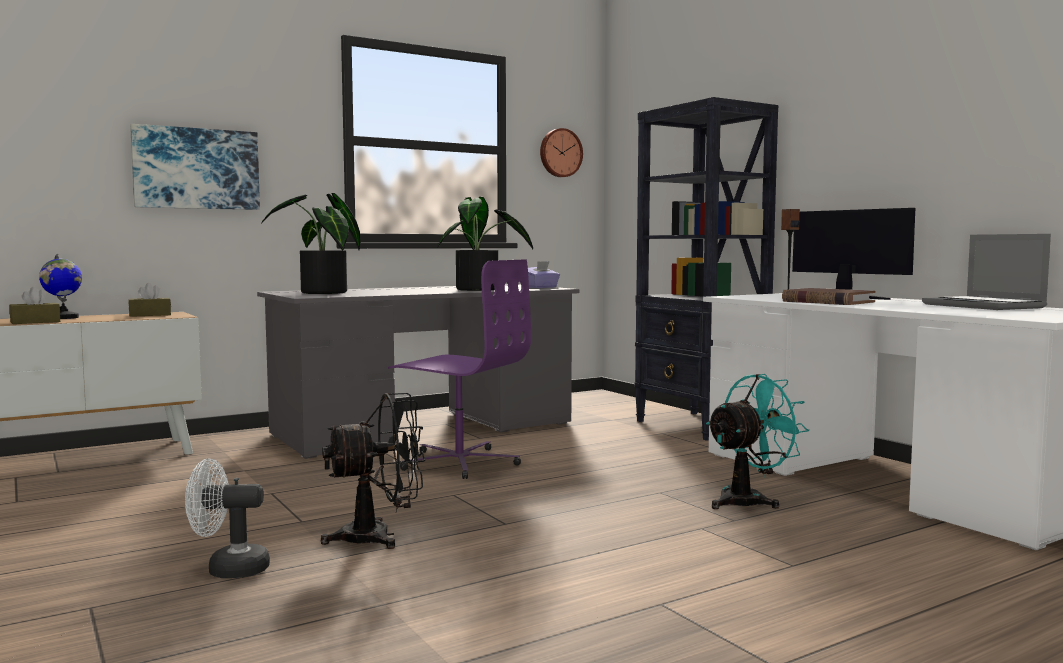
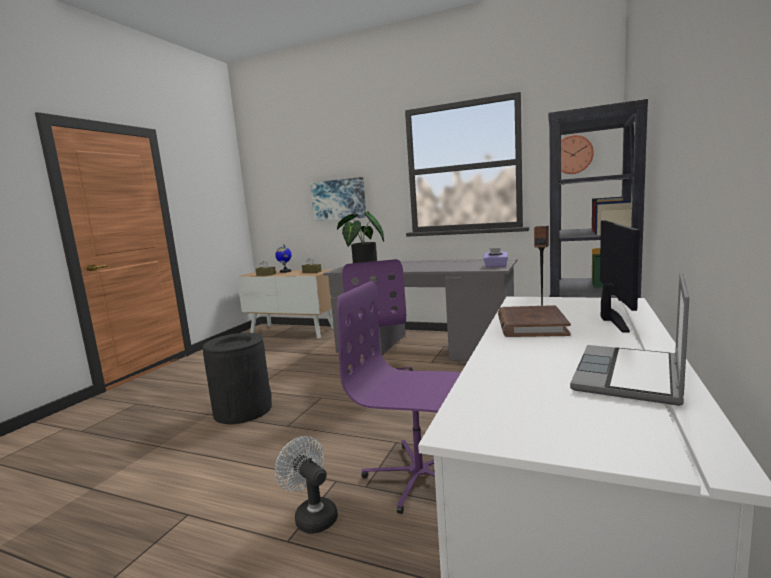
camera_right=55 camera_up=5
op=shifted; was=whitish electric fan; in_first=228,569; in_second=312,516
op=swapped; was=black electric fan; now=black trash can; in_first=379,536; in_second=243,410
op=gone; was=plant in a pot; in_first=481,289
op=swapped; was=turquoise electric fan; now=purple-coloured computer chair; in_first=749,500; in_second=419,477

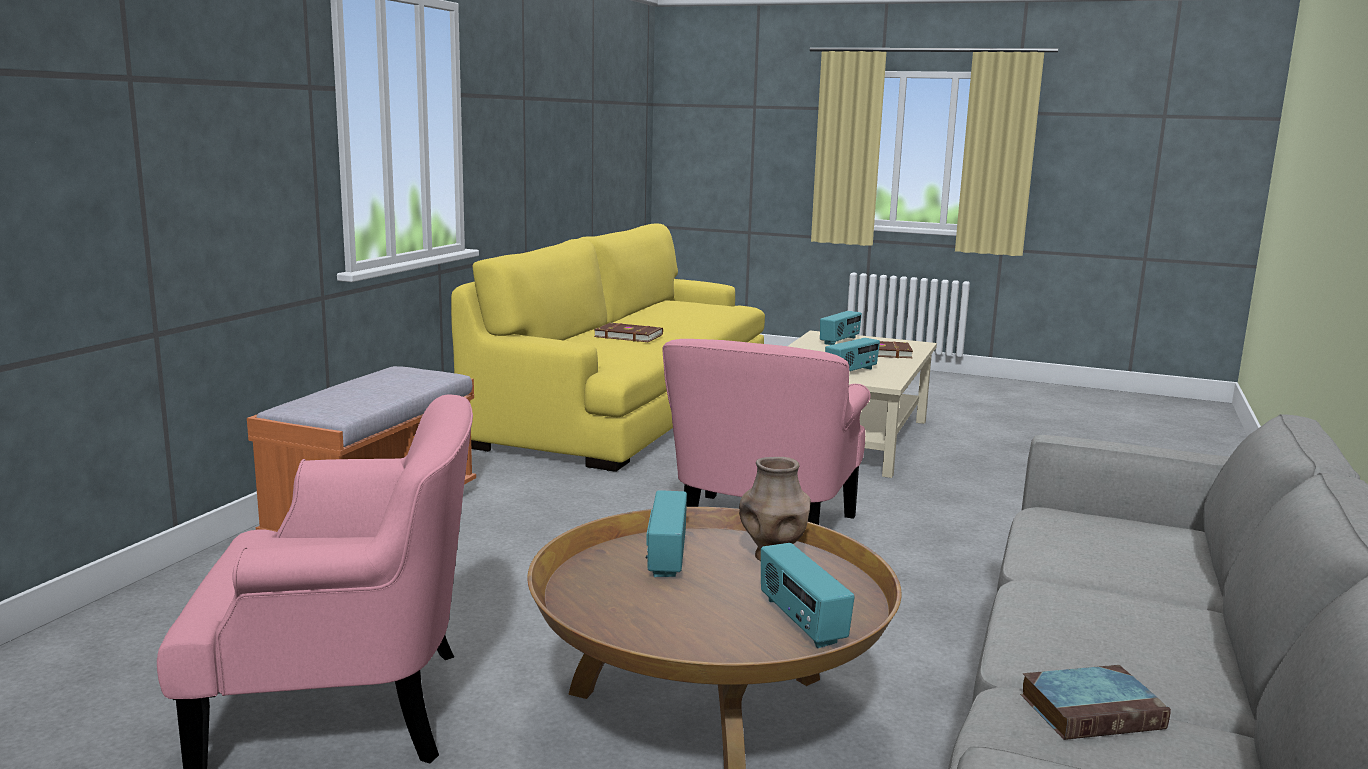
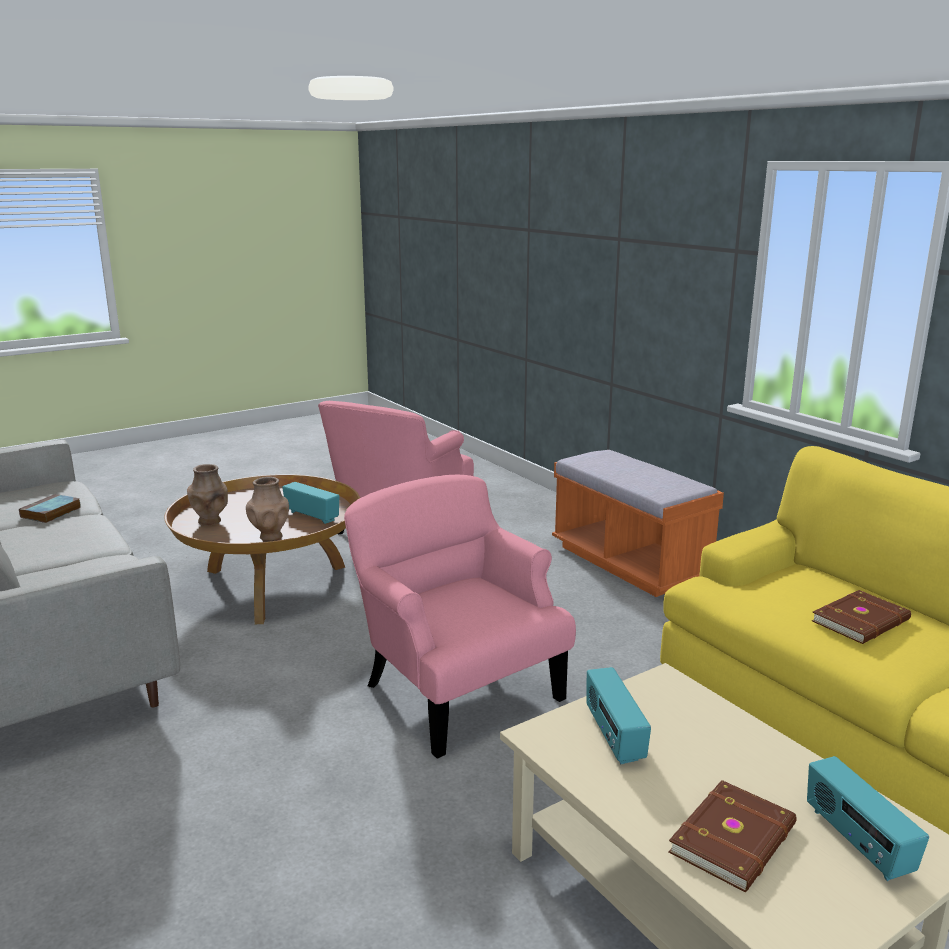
camera_right=125 camera_up=5
op=swapped; was=radio; now=brown-coloured decorative vase; in_first=801,622; in_second=210,521

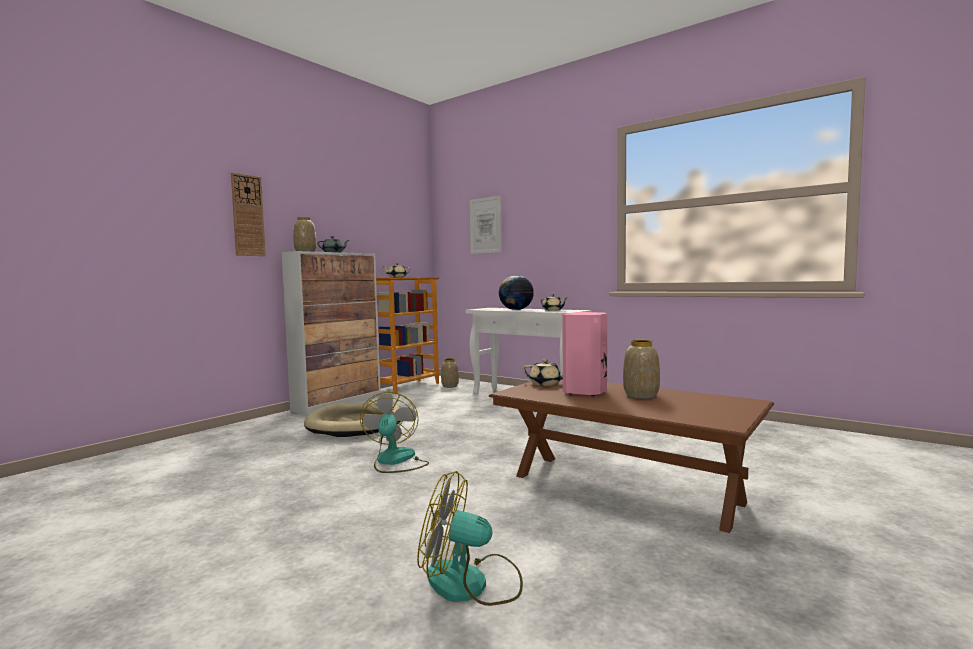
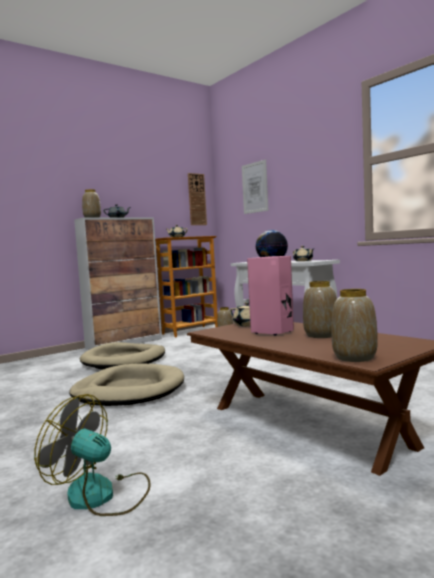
camera_right=15 camera_up=0
op=shifted; was=hanging clock; in_first=248,215; in_second=197,199
op=swapped; was=electric fan; now=beige dog cushion; in_first=395,461; in_second=128,390
op=new; now=decorative vase; in_second=354,357

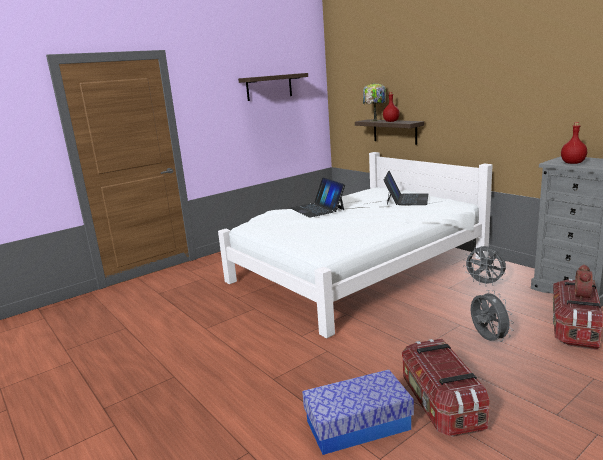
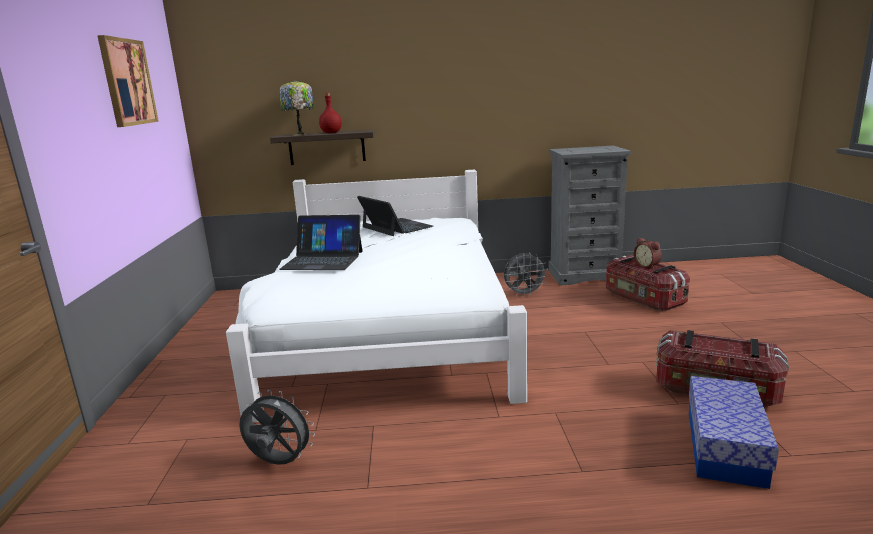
camera_right=-55 camera_up=0
op=swapped; was=wall shelf; now=picture; in_first=269,87; in_second=127,82
op=shifted; was=grey electric fan; in_first=487,339; in_second=278,463
op=gone; was=reddish beverage bottle; in_first=573,163

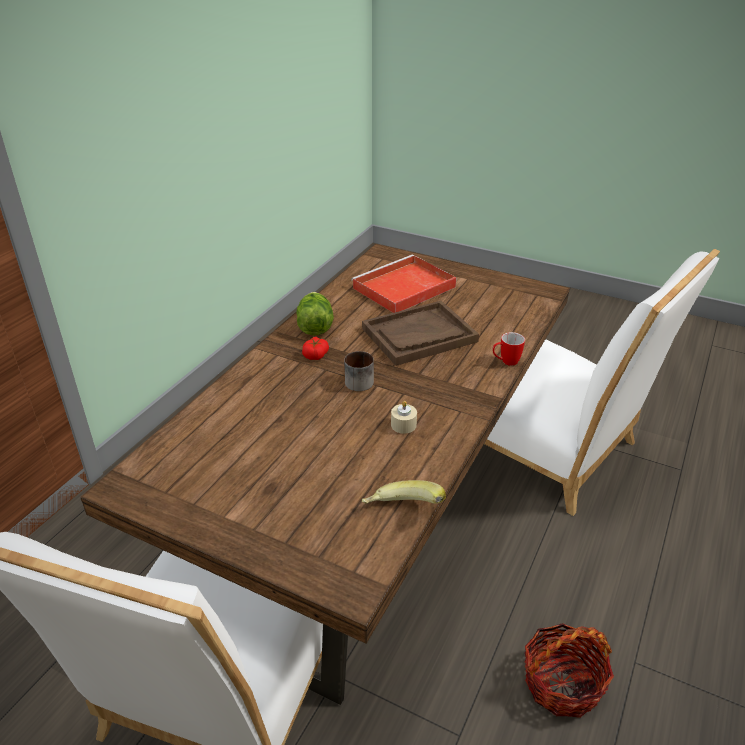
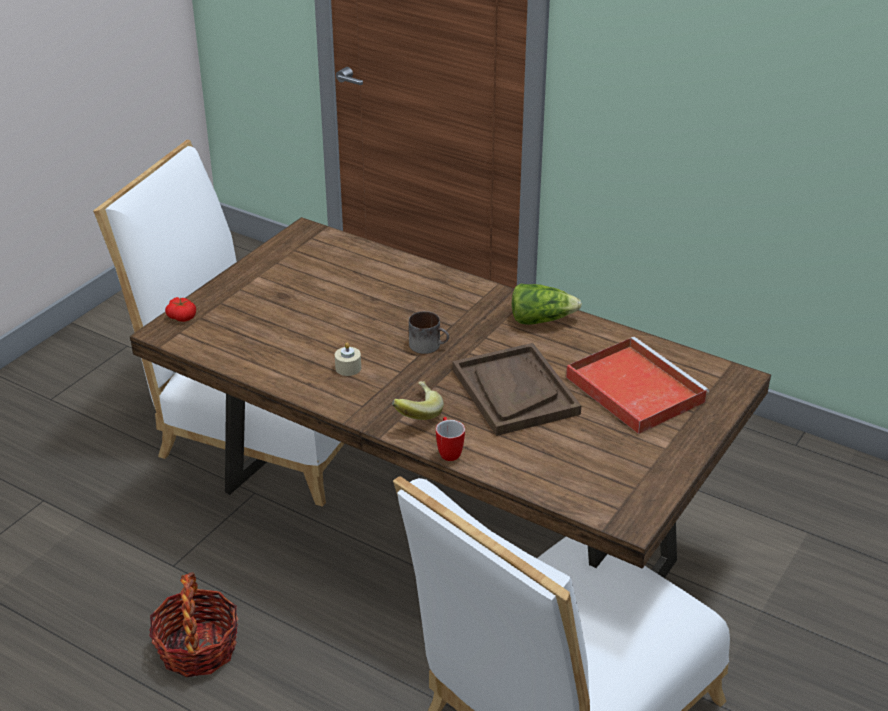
camera_right=95 camera_up=0
op=shifted; was=whole tomato; in_first=315,355; in_second=182,316
op=shifted; was=whole banana; in_first=402,512; in_second=415,413

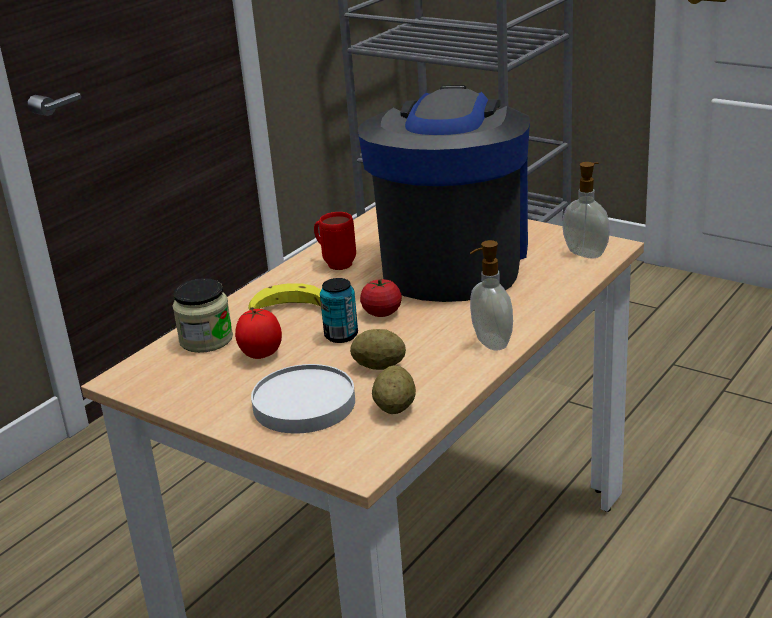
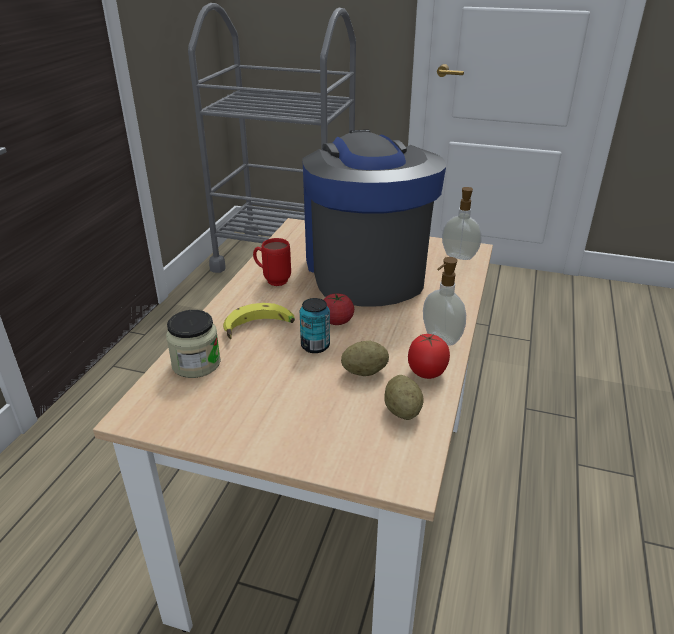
camera_right=-20 camera_up=5
op=shifted; was=whole tomato; in_first=260,355; in_second=426,374
op=gone; was=whitish plate; in_first=304,404

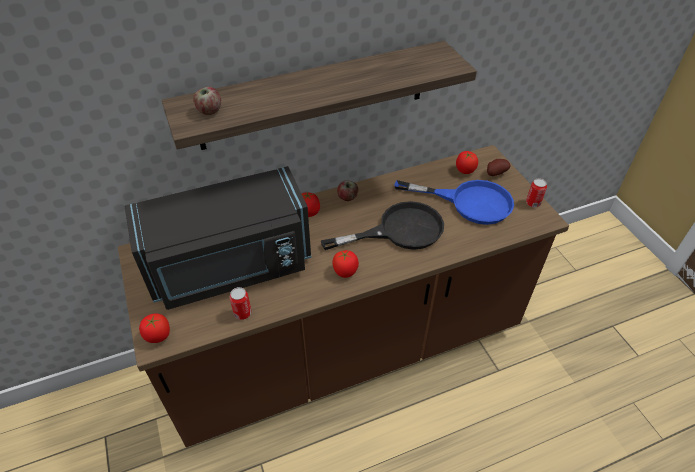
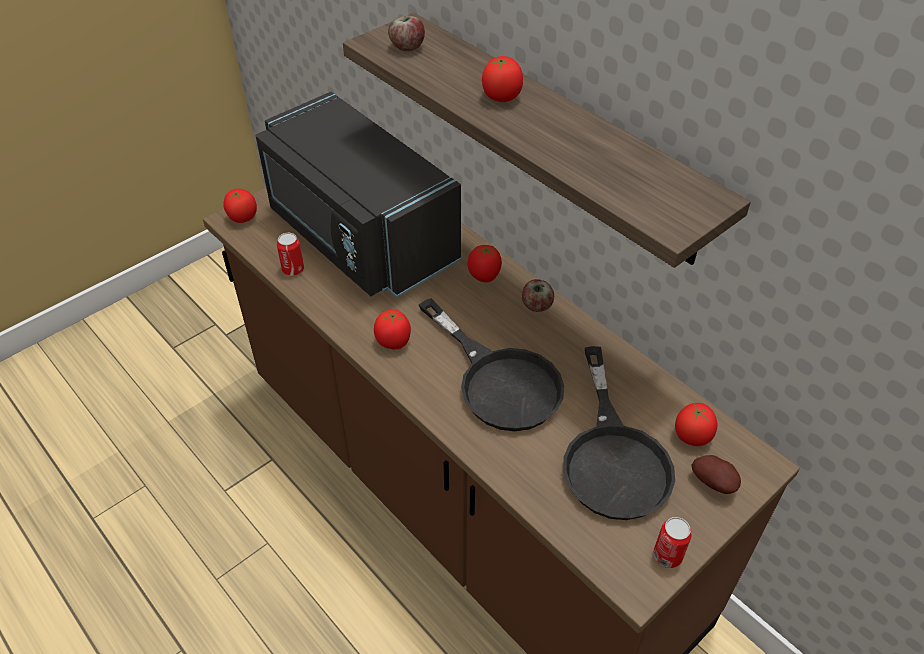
camera_right=70 camera_up=0
op=repainted; was=blue-coloured skillet; now=black skillet; in_first=469,202; in_second=613,456
op=new; now=whole tomato; in_second=501,97

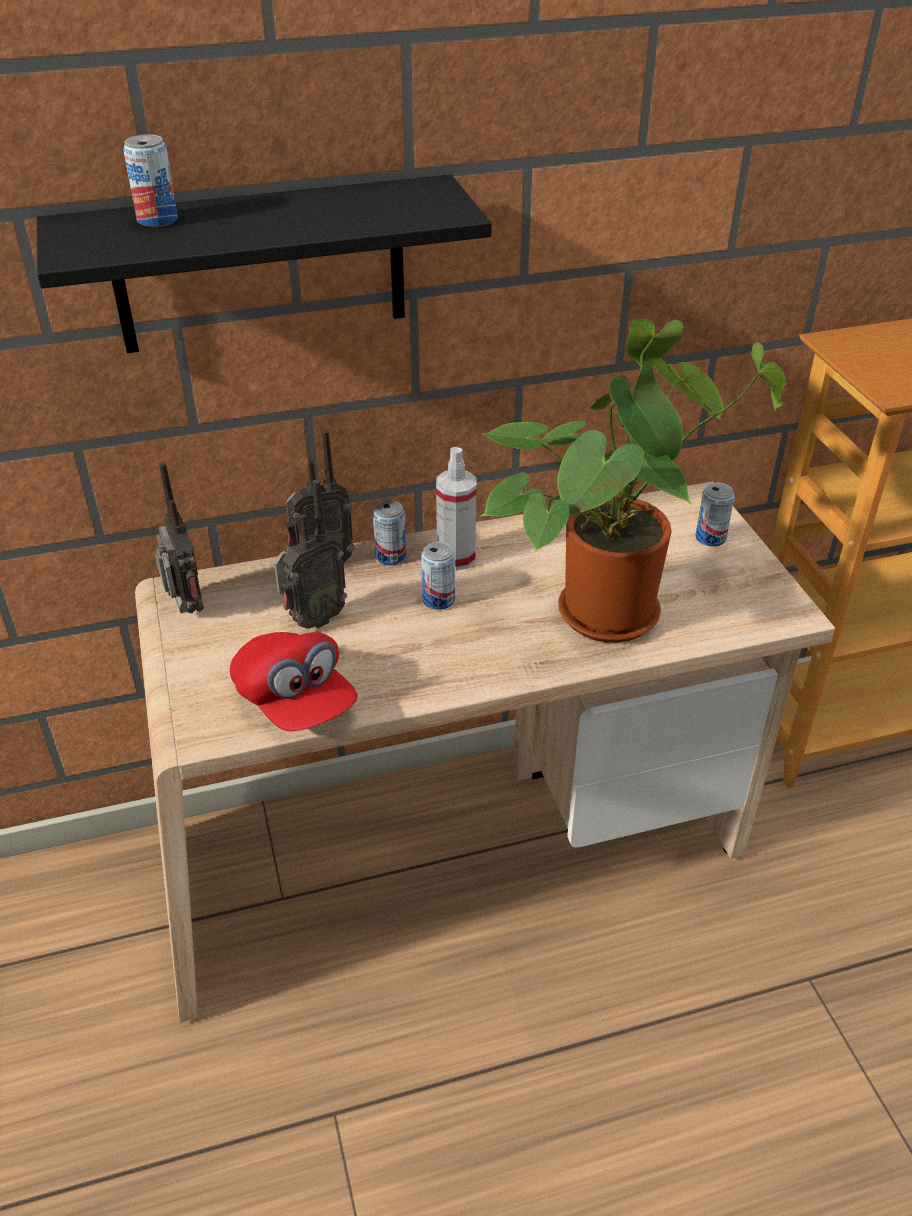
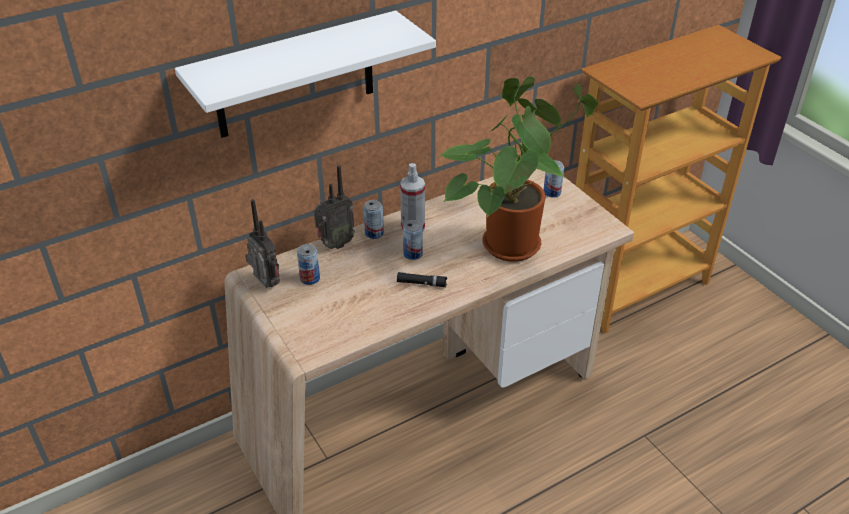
camera_right=-15 camera_up=0
op=repainted; was=black wall shelf; now=whitish wall shelf; in_first=261,266; in_second=295,76
op=shifted; was=sealed can; in_first=157,220; in_second=310,278
op=gone; was=reddish peaked cap; in_first=295,701
op=gone; was=radio; in_first=312,620
op=new; now=black flashlight; in_second=422,283

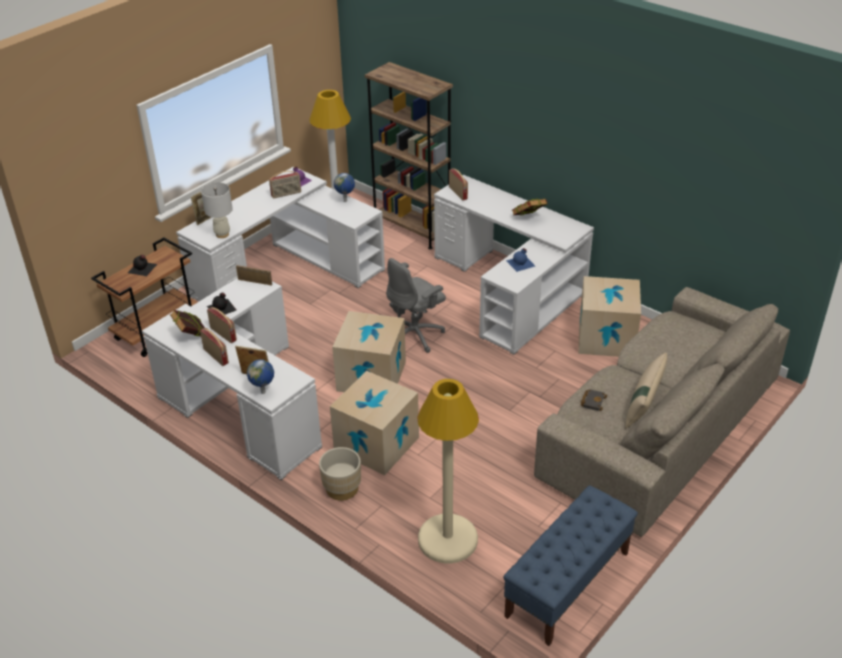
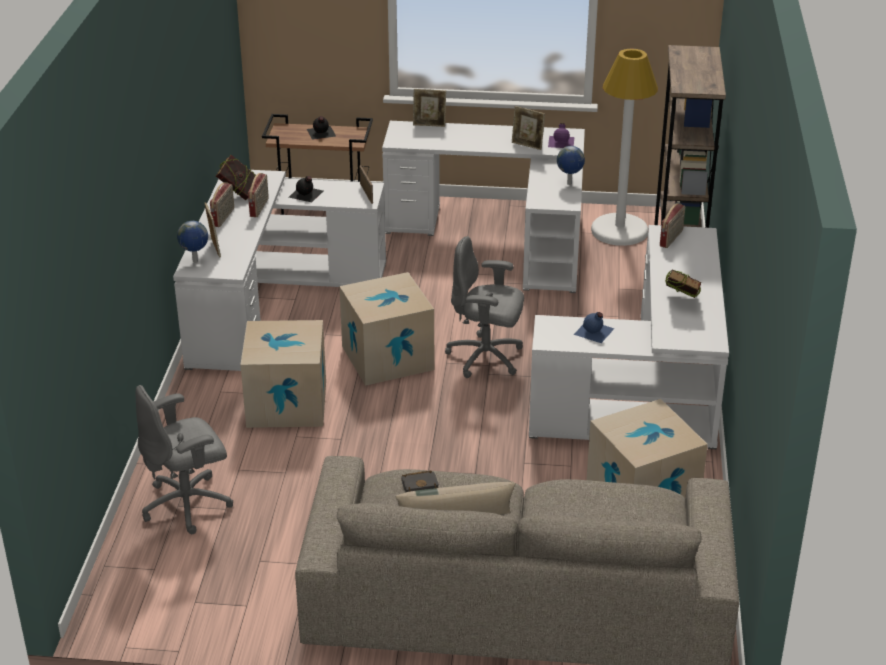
camera_right=55 camera_up=-5
op=gone; was=whitish table lamp; in_first=222,234
op=swapped; was=radio; now=standing frame; in_first=286,194; in_second=527,145
op=gone; was=beige flower pot; in_first=342,488
op=swapped; was=beige standing lamp; now=grey computer chair; in_first=447,539; in_second=188,504
op=gone; was=blue-coloured indoor bench; in_first=567,584

